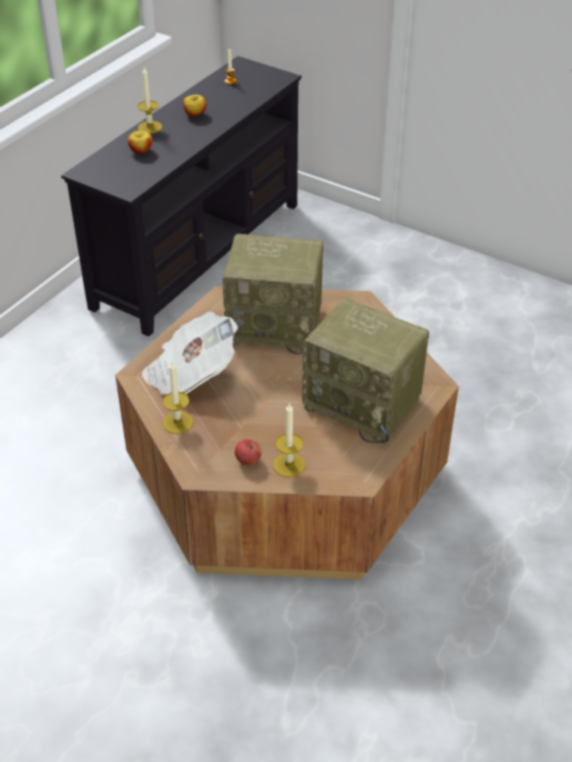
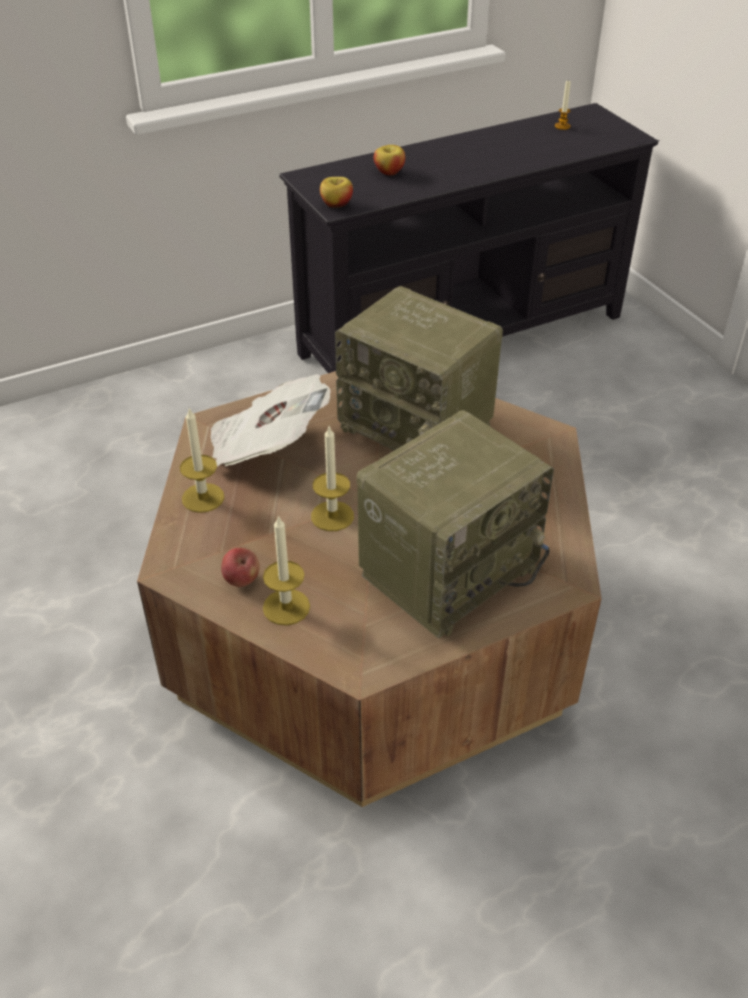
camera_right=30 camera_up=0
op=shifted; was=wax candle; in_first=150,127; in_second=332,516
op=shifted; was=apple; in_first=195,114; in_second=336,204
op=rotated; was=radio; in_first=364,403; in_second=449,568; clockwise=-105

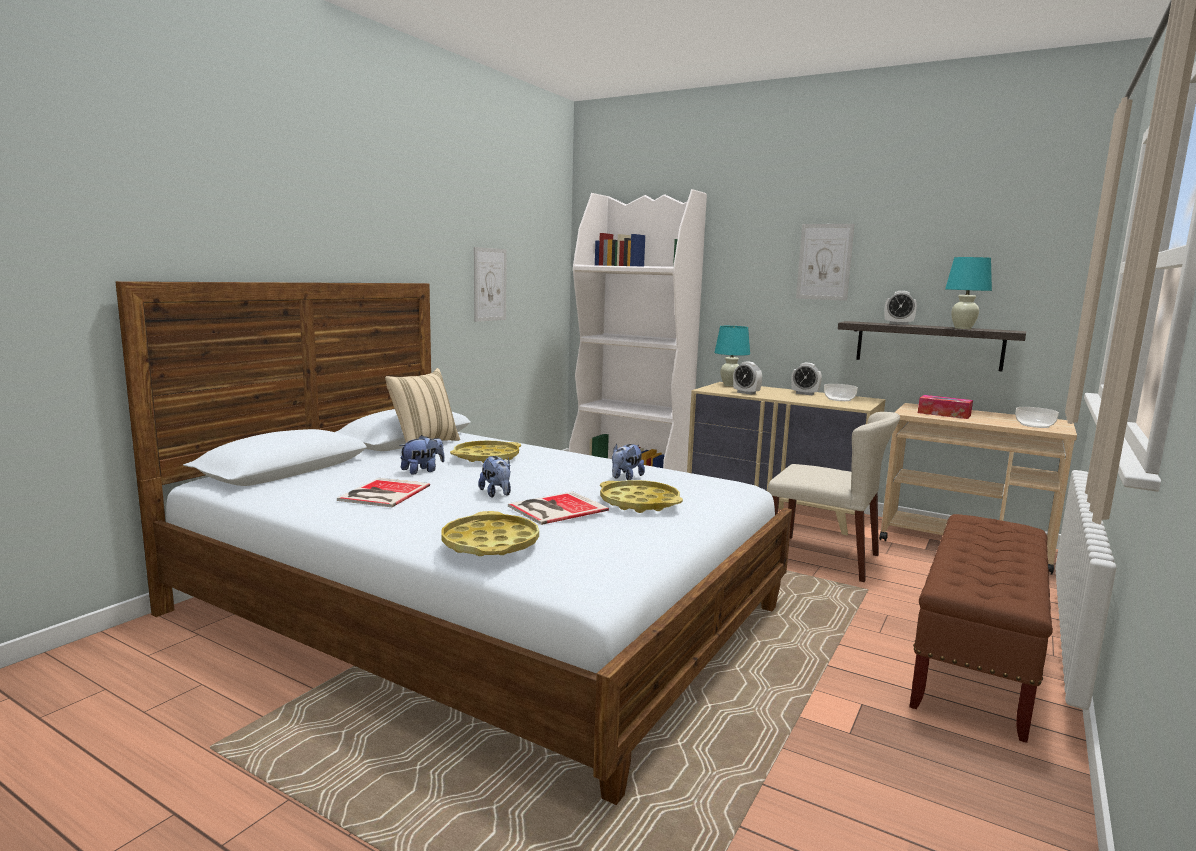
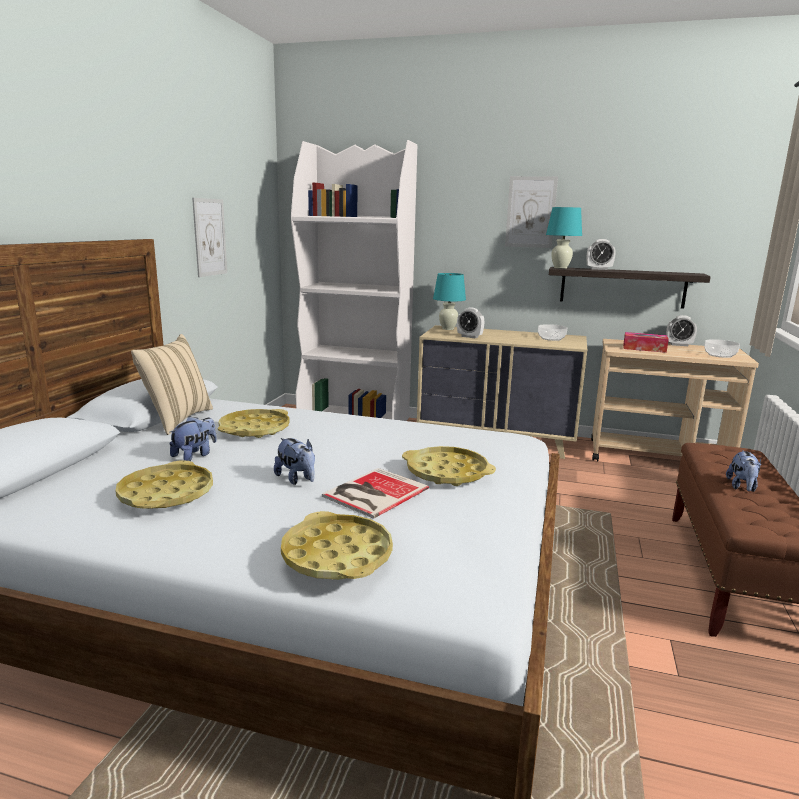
camera_right=-15 camera_up=5
op=swapped; was=book; now=yellow-coloured tray; in_first=382,493; in_second=166,494
op=shifted; was=soft toy; in_first=625,478; in_second=742,487
op=gone; was=beige plain chair; in_first=824,557
op=shifted; was=table clock; in_first=805,394; in_second=679,345
op=shifted; was=turquoise table lamp; in_first=962,328; in_second=560,268

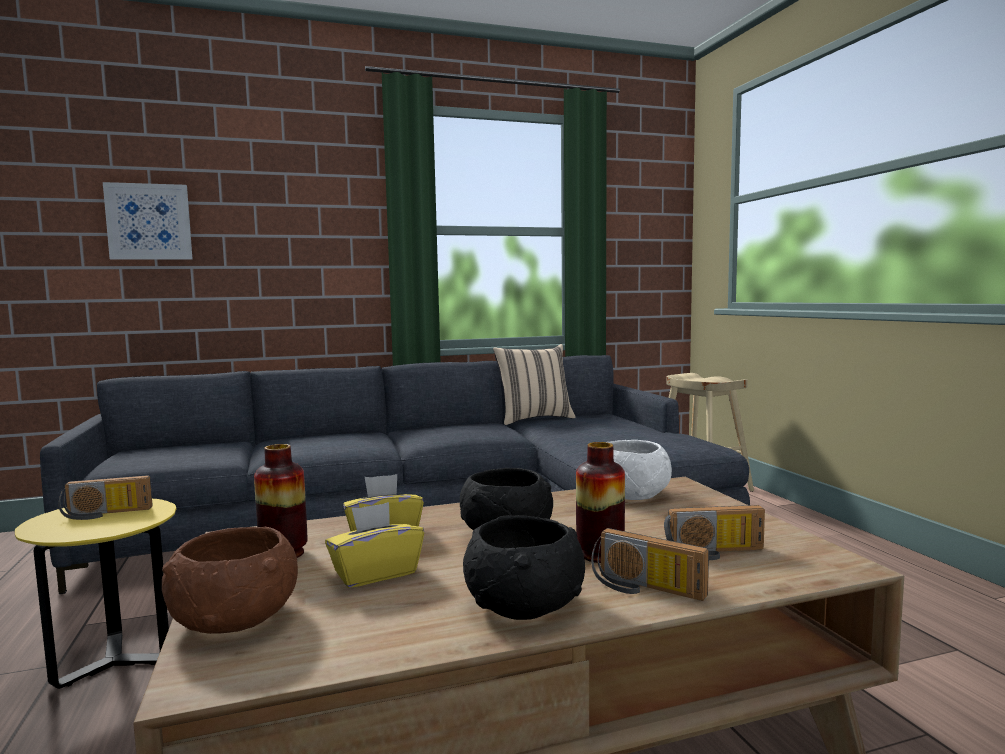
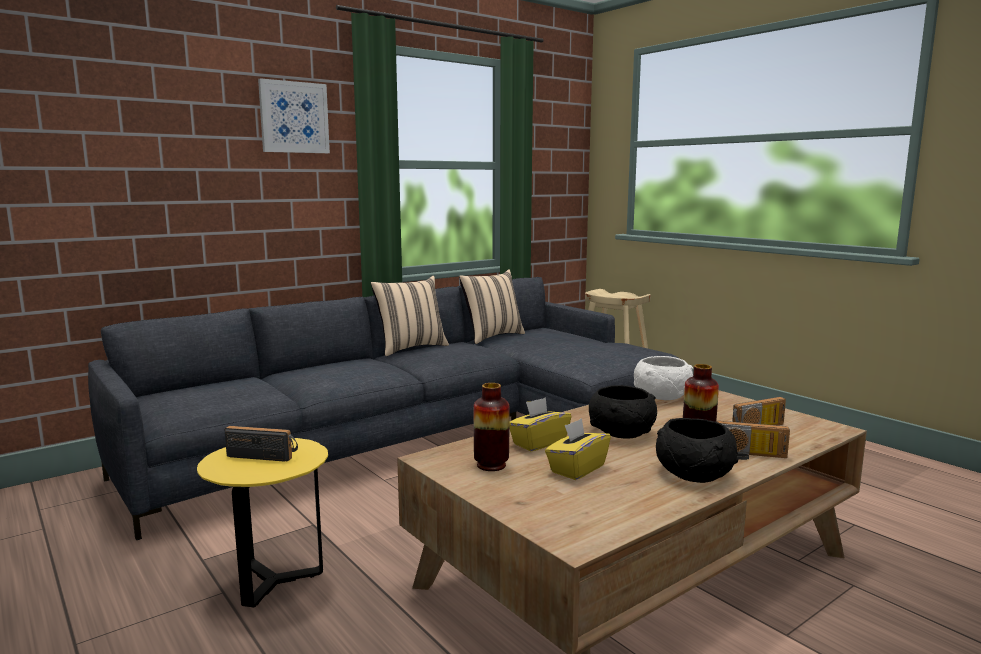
camera_right=-20 camera_up=5
op=rotated; was=radio; in_first=105,514; in_second=265,455; clockwise=-135
op=shifted; was=picture; in_first=149,222; in_second=294,117
op=gone; was=brown-coloured serving bowl; in_first=235,618
op=new; now=beige cushion; in_second=410,348

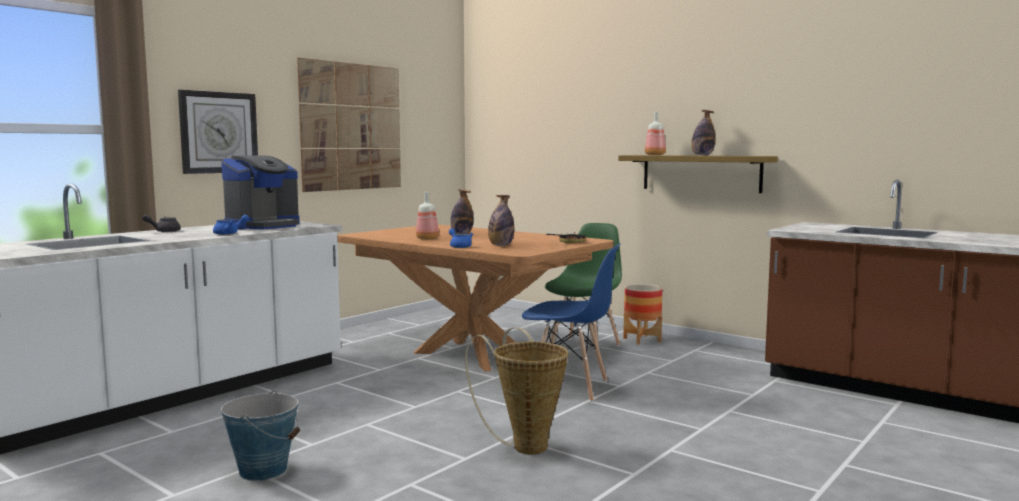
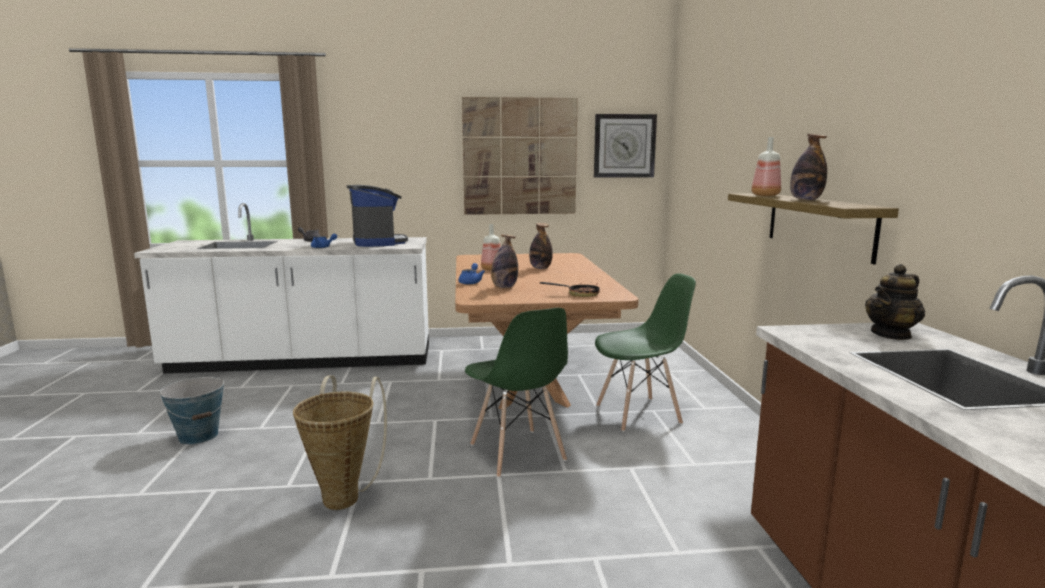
camera_right=45 camera_up=5
op=shifted; was=hanging clock; in_first=218,132; in_second=624,146
op=rotated; was=coffee brewer; in_first=263,226; in_second=378,242; clockwise=-105
op=repainted; was=blue-coloured plain chair; now=greenish plain chair; in_first=569,387; in_second=517,453
op=gone; was=flower pot; in_first=642,340
op=new; now=teapot; in_second=891,334

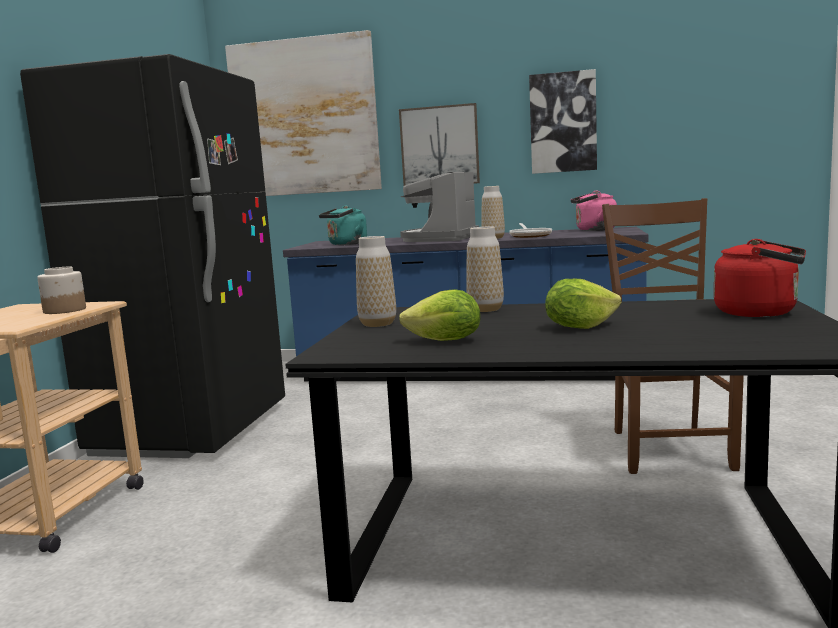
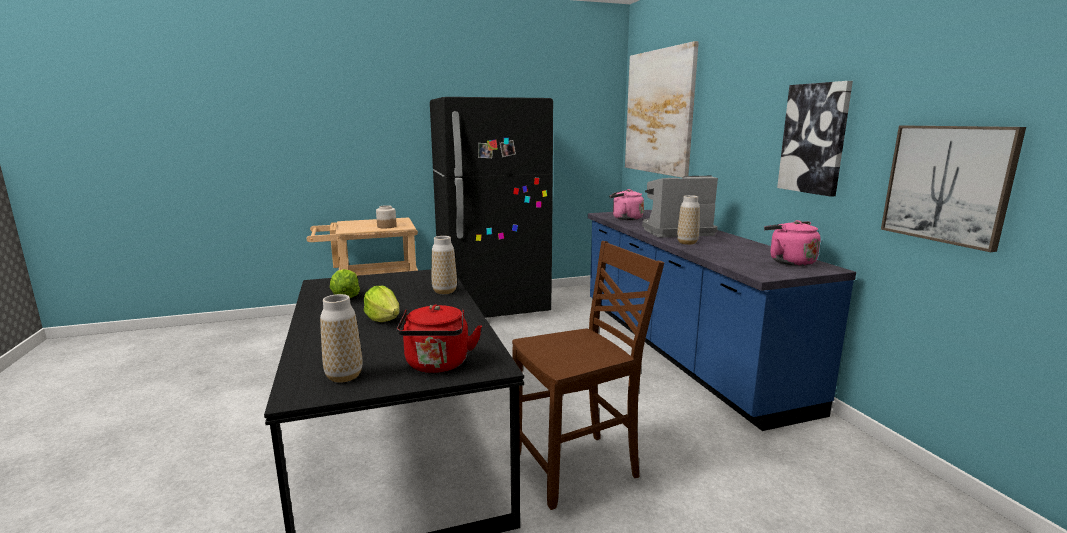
camera_right=60 camera_up=5
op=repainted; was=turquoise tea kettle; now=pink tea kettle; in_first=346,244; in_second=625,218
op=shifted; was=decorative vase; in_first=377,324; in_second=344,376
op=shifted; was=picture; in_first=439,146; in_second=947,184
op=gone; was=skillet; in_first=530,236

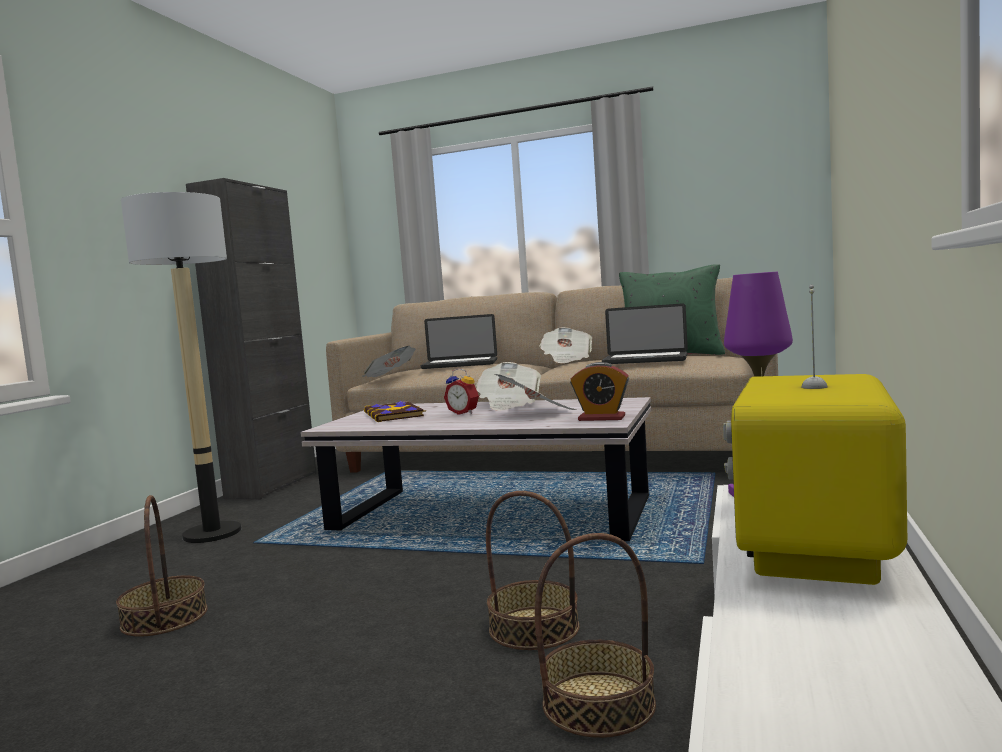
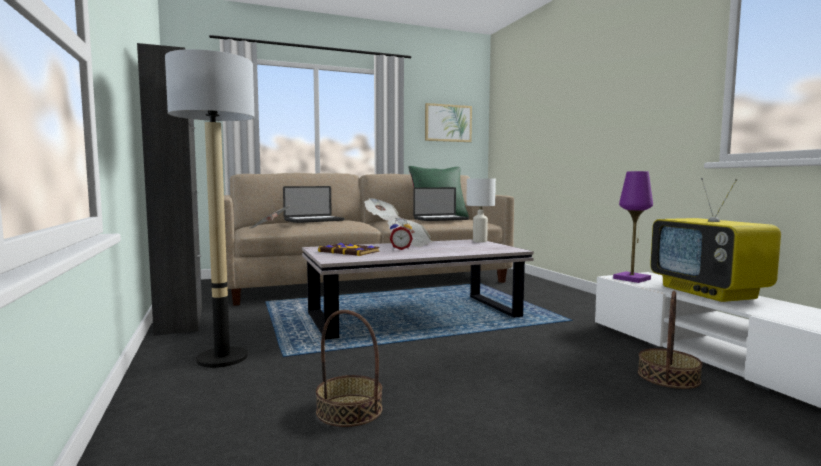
camera_right=-40 camera_up=0
op=gone; was=basket; in_first=534,628
op=gone; was=printed paper; in_first=537,413
op=gone; was=table clock; in_first=601,418
op=new; now=picture; in_second=448,123
op=new; now=whitish table lamp; in_second=480,241

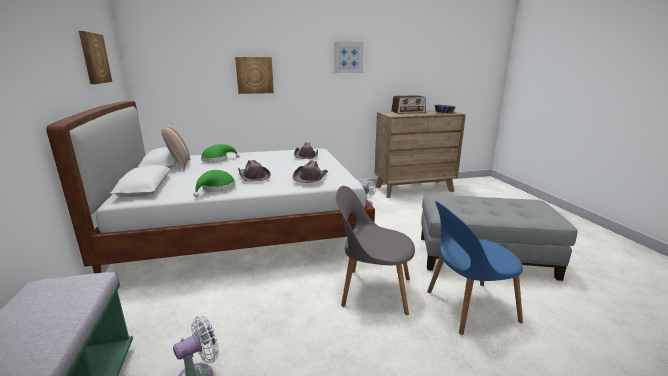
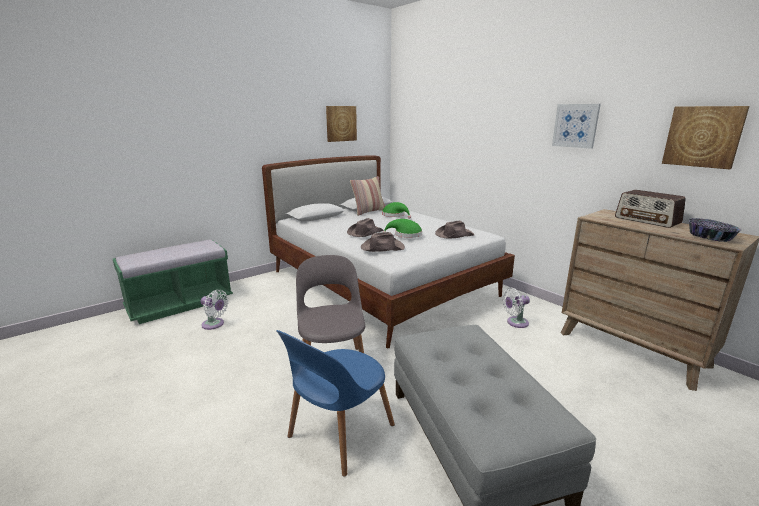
camera_right=65 camera_up=0
op=shifted; was=greenish clothing hat; in_first=217,188; in_second=405,235
op=shifted; was=picture; in_first=254,75; in_second=703,136
op=rotated; was=blue-coloured plain chair; in_first=468,307; in_second=338,433; clockwise=-105

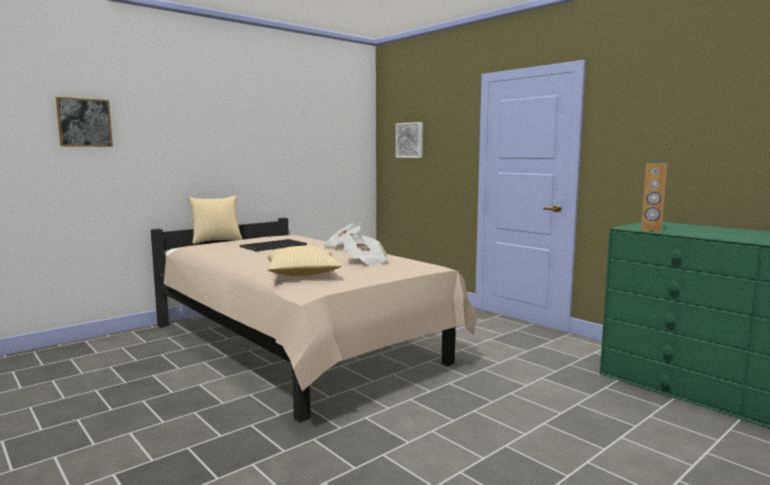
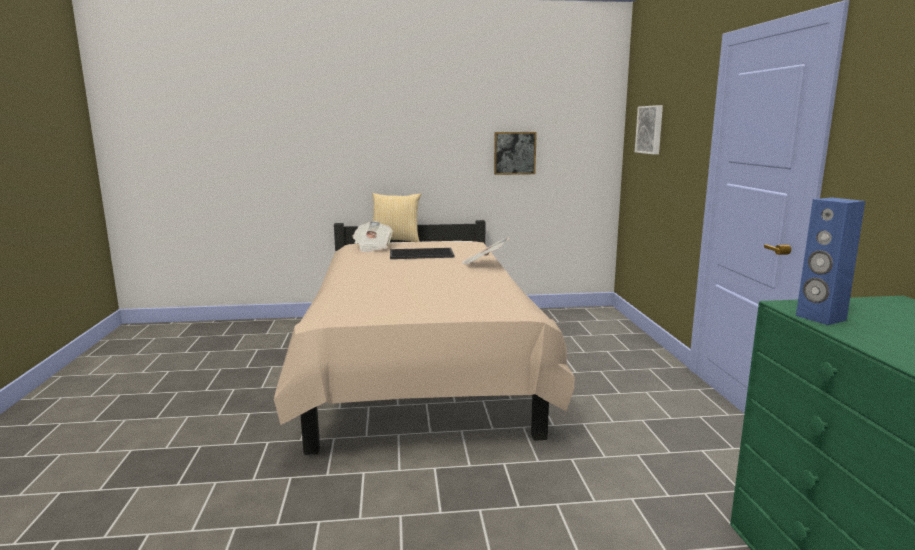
camera_right=35 camera_up=5
op=shifted; was=picture; in_first=84,122; in_second=514,153
op=gone; was=cushion; in_first=302,275
op=shifted; was=printed paper; in_first=365,262; in_second=372,248
op=repainted; was=brown-coloured loudspeaker; now=blue-coloured loudspeaker; in_first=651,230; in_second=820,318

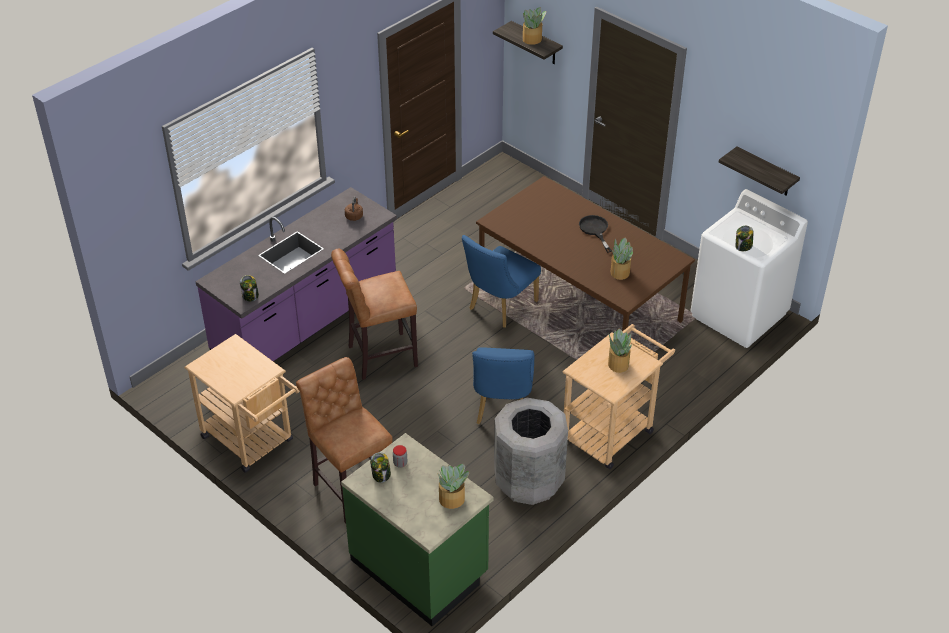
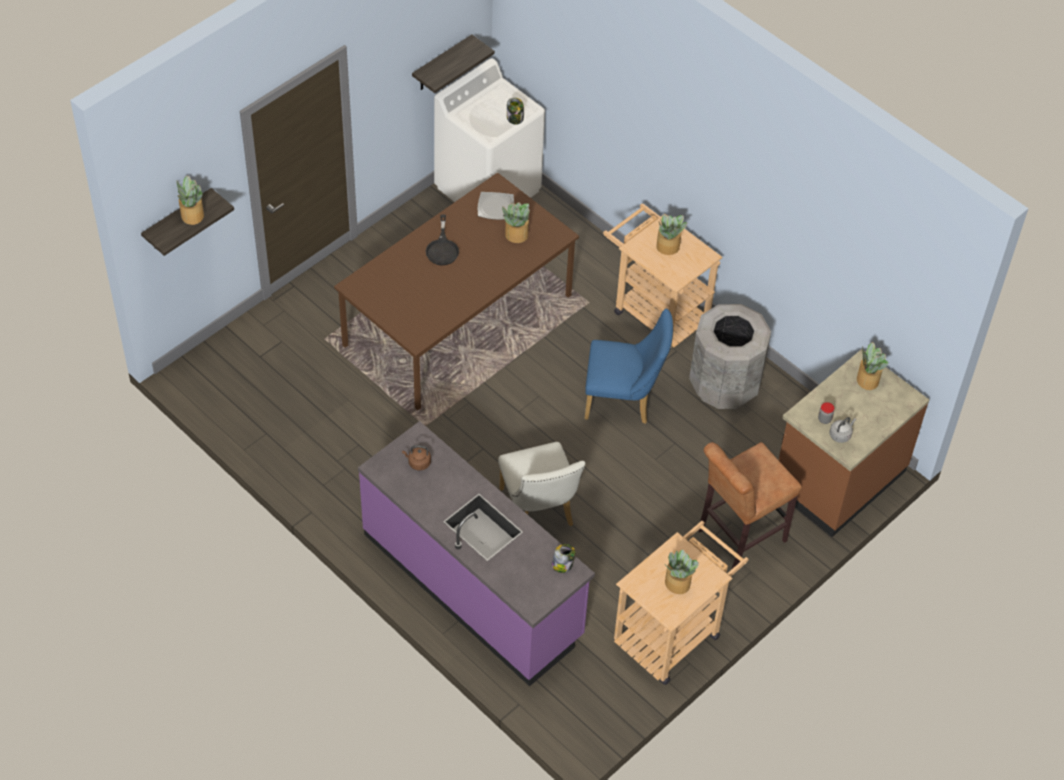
camera_right=-90 camera_up=10
op=swapped; was=brown-coloured sitting stool; now=whitish plain chair; in_first=378,357; in_second=539,512
op=repainted; was=greenish kitchen counter; now=brown-coloured kitchen counter; in_first=420,567; in_second=837,479
op=swapped; was=storage jar; now=grey tea kettle; in_first=381,475; in_second=841,435
op=gone; was=blue-coloured plain chair; in_first=499,307
op=rotated; was=black skillet; in_first=595,230; in_second=442,248; clockwise=-75
op=new; now=plate; in_second=496,207
op=new; now=plant in a pot; in_second=677,584

